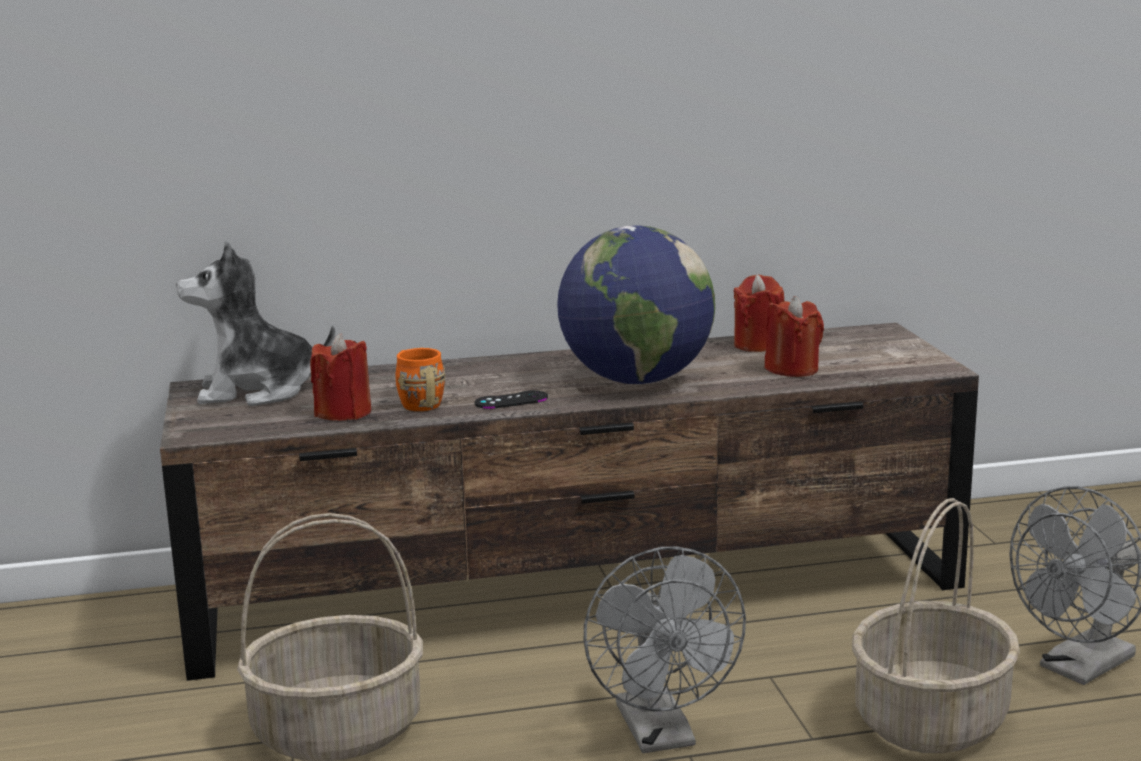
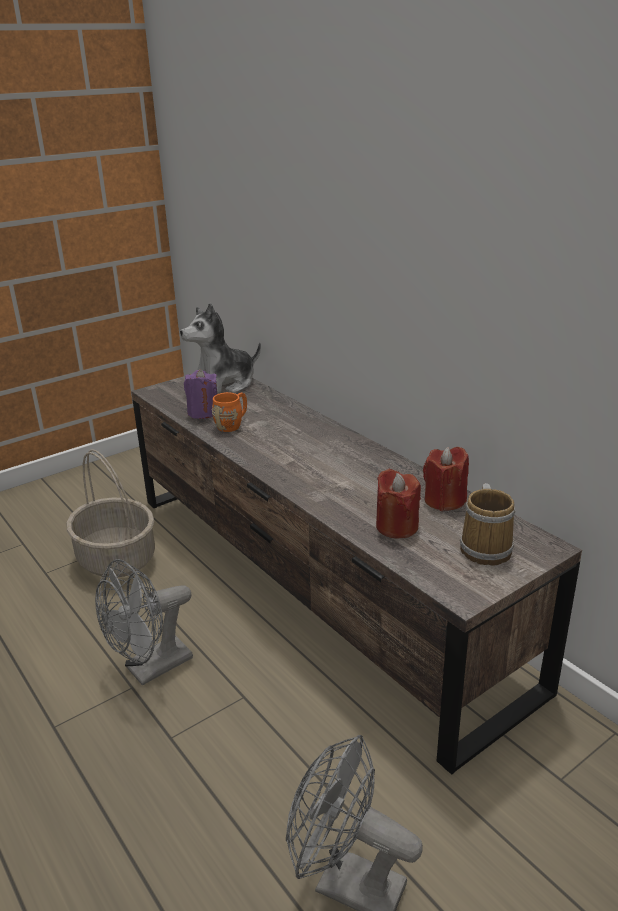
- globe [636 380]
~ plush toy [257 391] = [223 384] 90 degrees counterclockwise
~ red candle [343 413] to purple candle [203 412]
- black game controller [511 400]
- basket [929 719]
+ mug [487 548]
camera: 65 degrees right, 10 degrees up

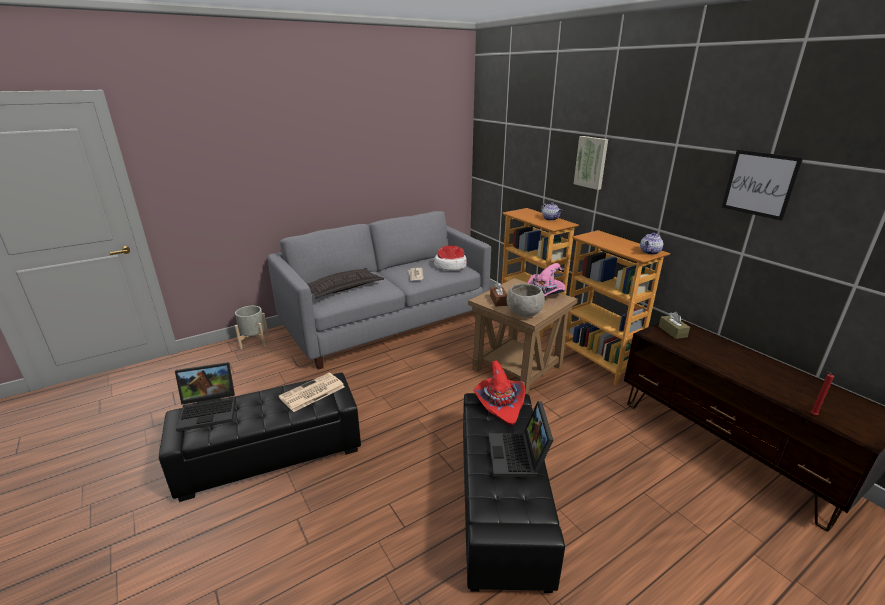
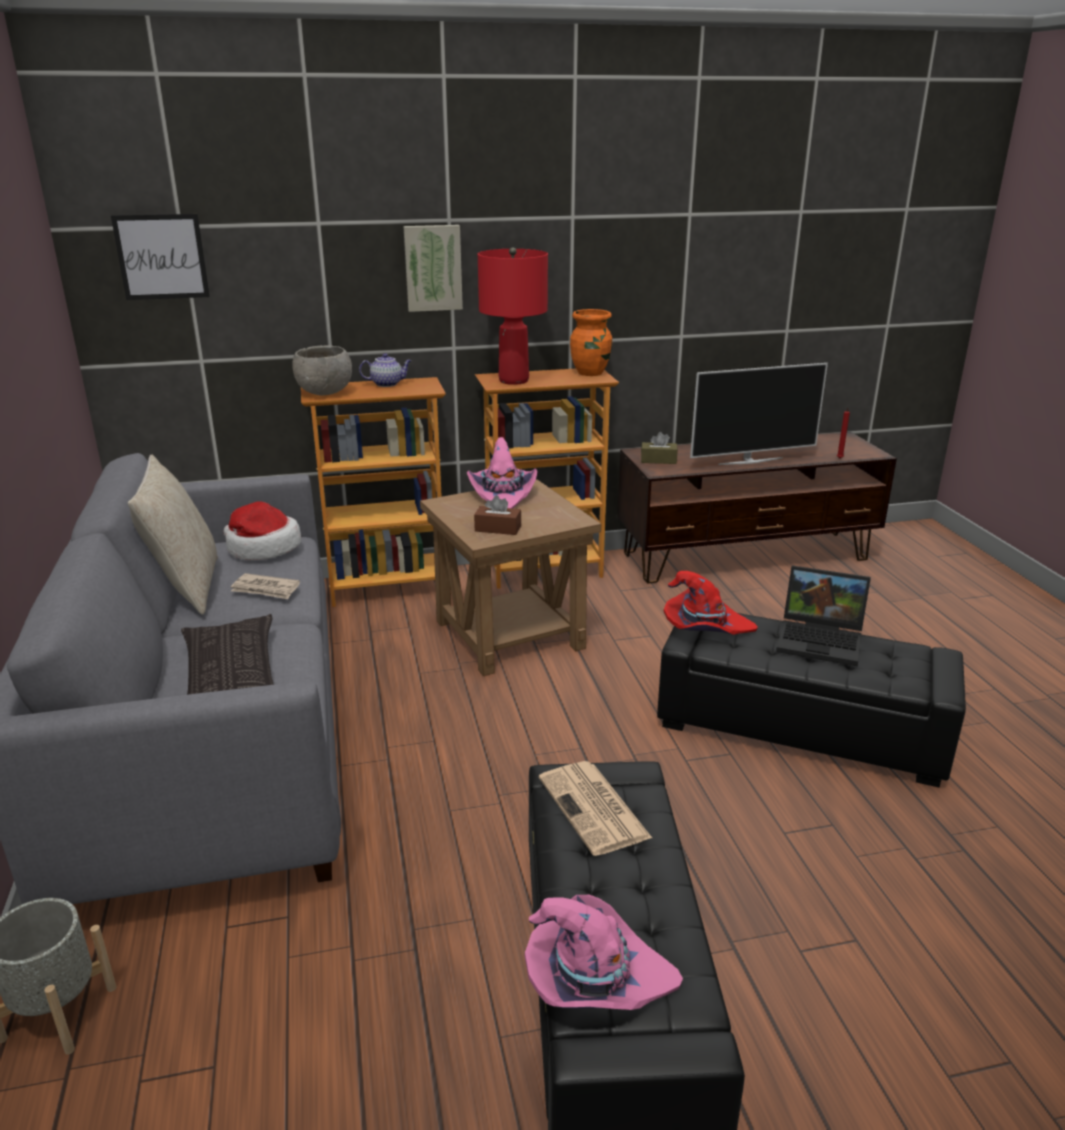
~ picture [759 184] to [161 257]
~ teapot [650 252] to orange vase [591 373]
~ grey bowl [524 313] to [324 393]
~ laptop [210 410] to pink hat [595 978]
+ red table lamp [513 381]
+ television [750 461]
+ beige pillow [186 587]
camera: 70 degrees left, 0 degrees up

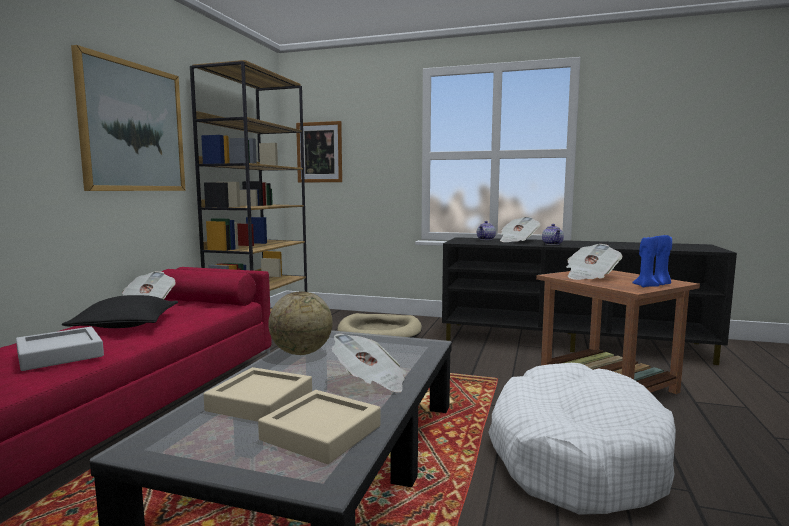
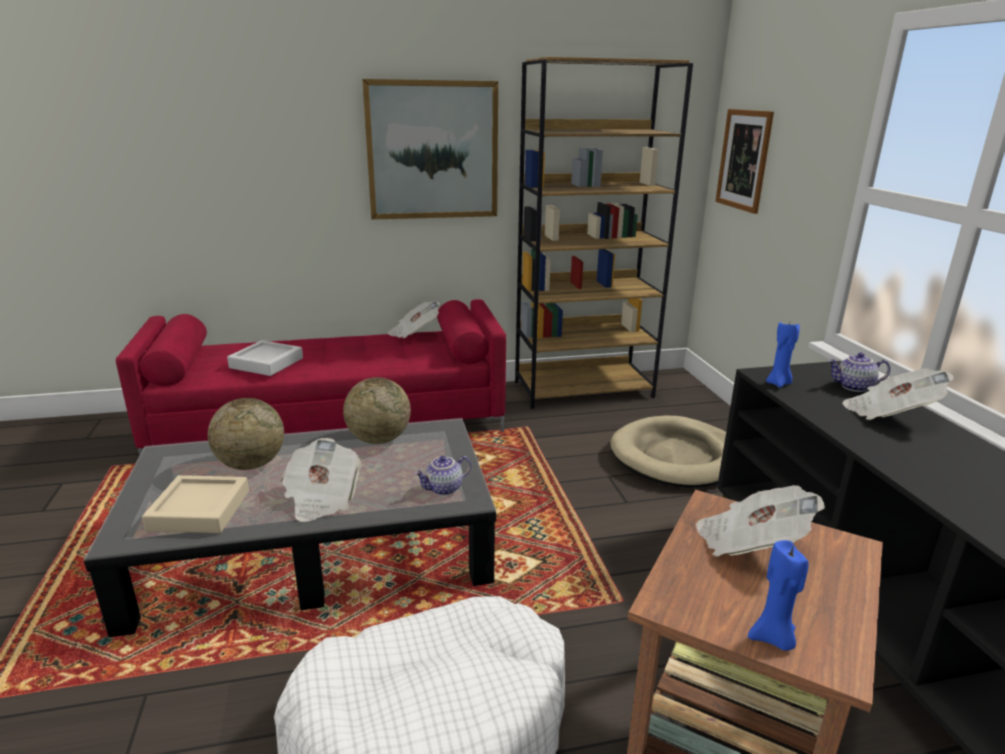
~ teapot [553 244] to [444 489]
~ blue candle [645 286] to [779 383]
- black pillow [126 325]
~ beige tray [260 402] to globe [251 464]
camera: 60 degrees right, 15 degrees up

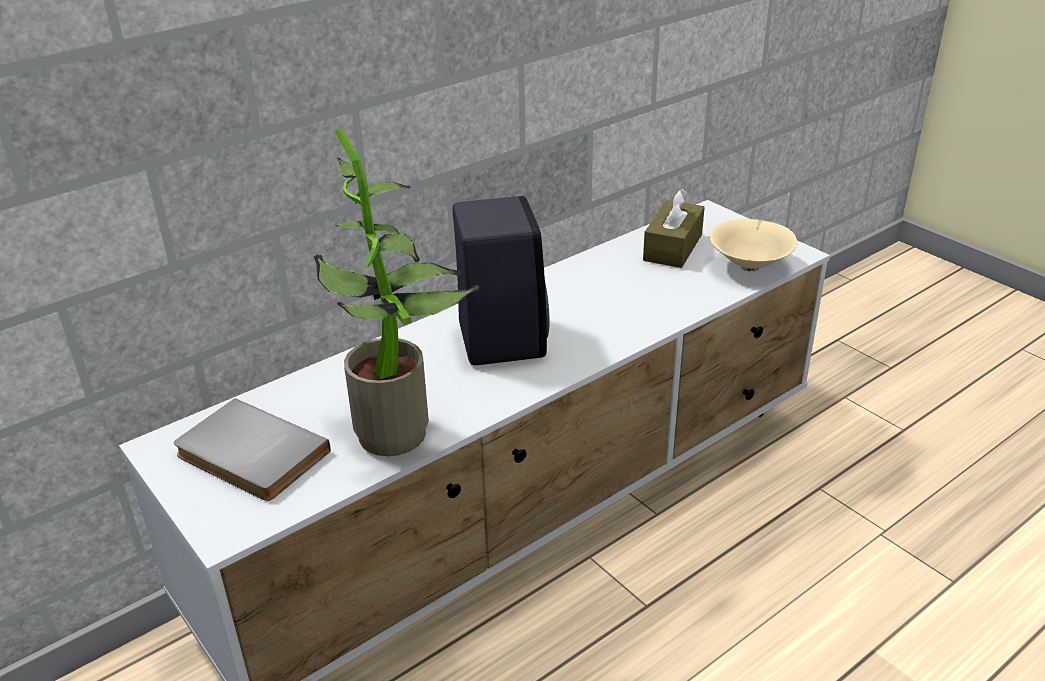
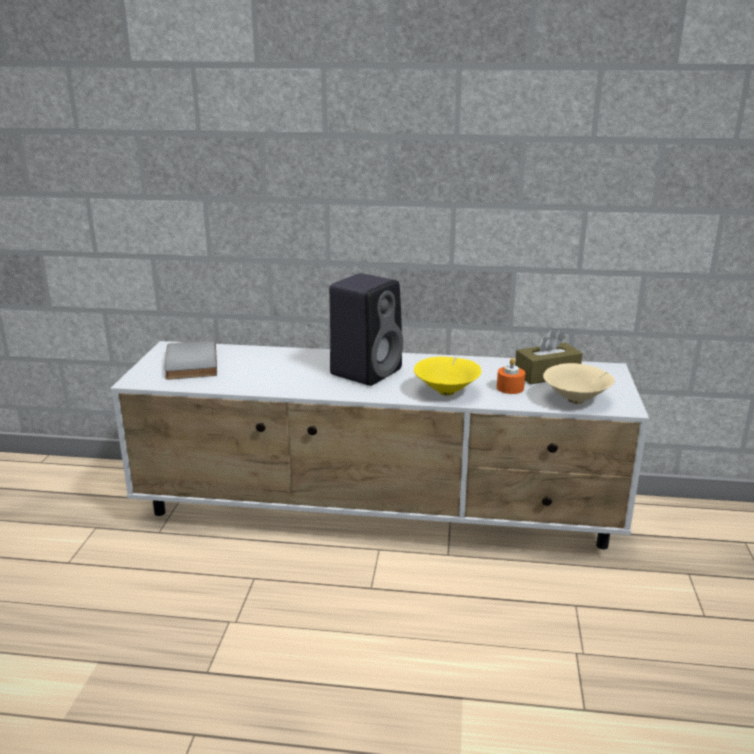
- potted plant [403 431]
+ yellow bowl [447 391]
+ orange candle [510 388]
camera: 45 degrees right, 10 degrees down

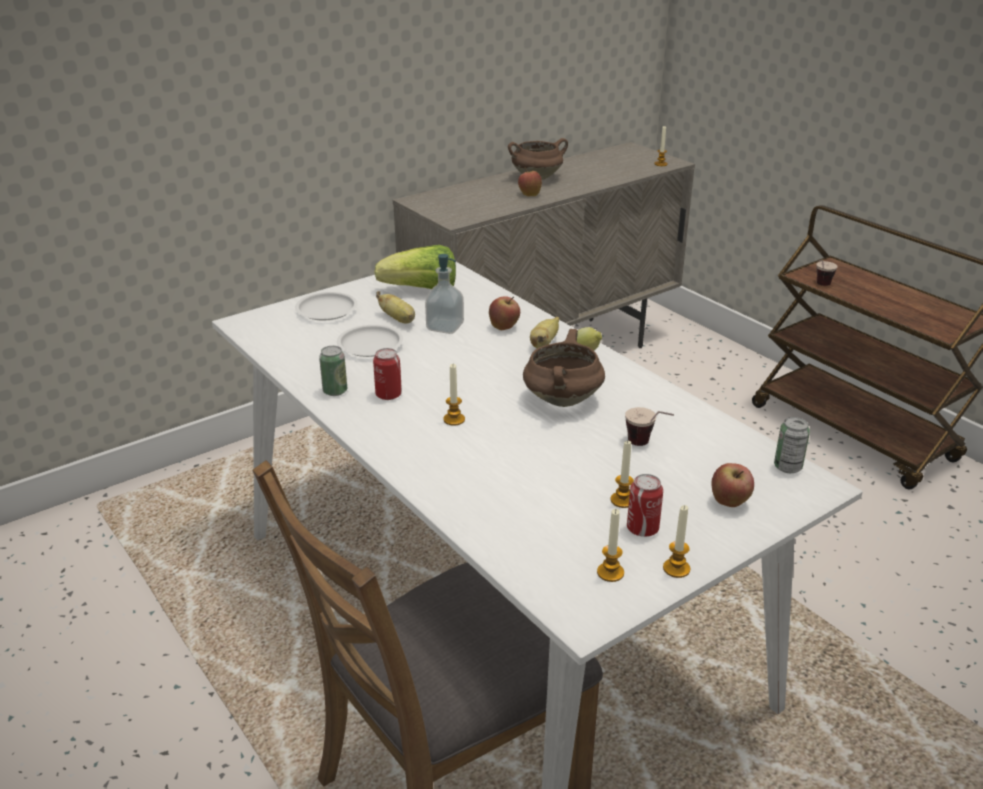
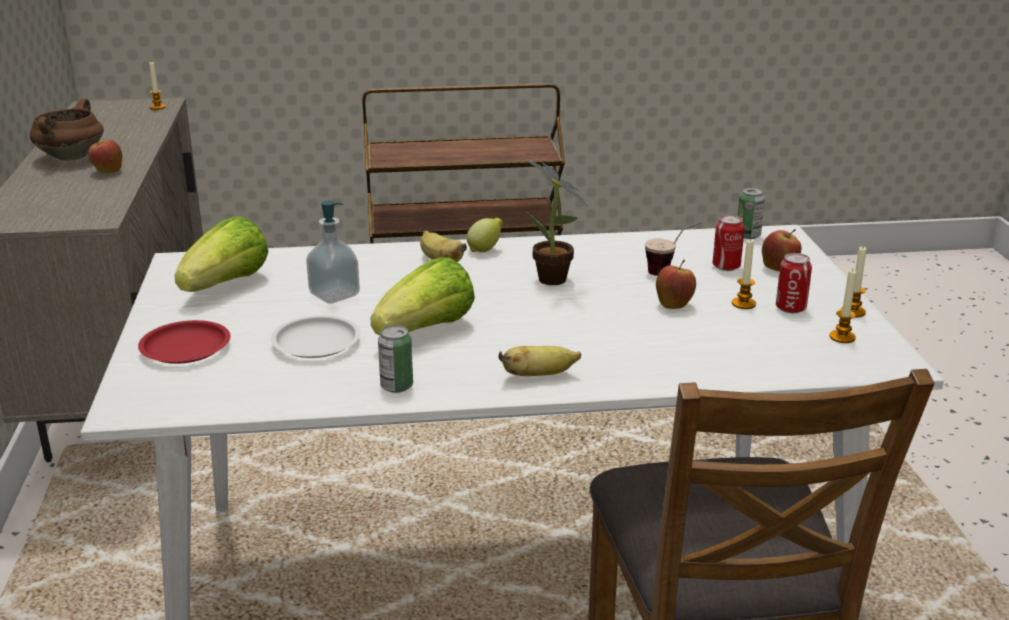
- cup [820 286]
~ banana [398 320] to [539 375]
~ white plate [326 311] to red plate [186 348]
~ apple [504 327] to [674 305]
~ brown cooking pot [561 399] to potted plant [554 281]
~ can [388 395] to [726 266]
- candle [454 419]
+ lettuce [426 330]
camera: 60 degrees left, 5 degrees down

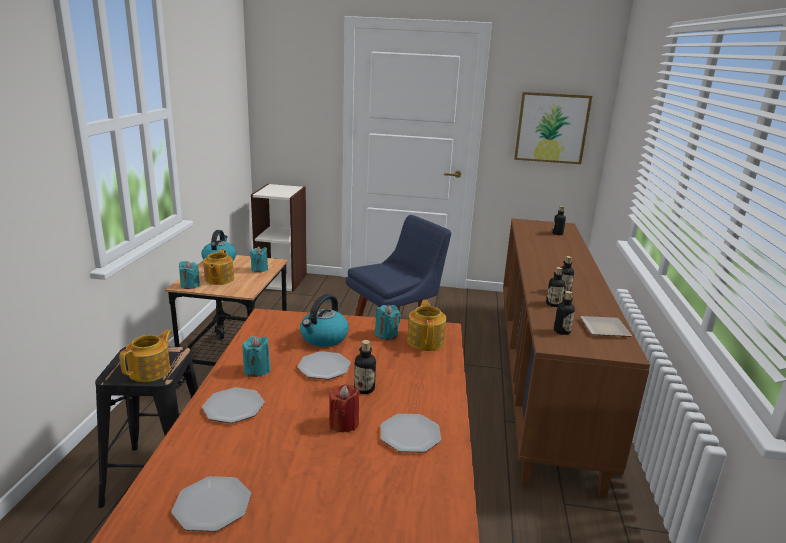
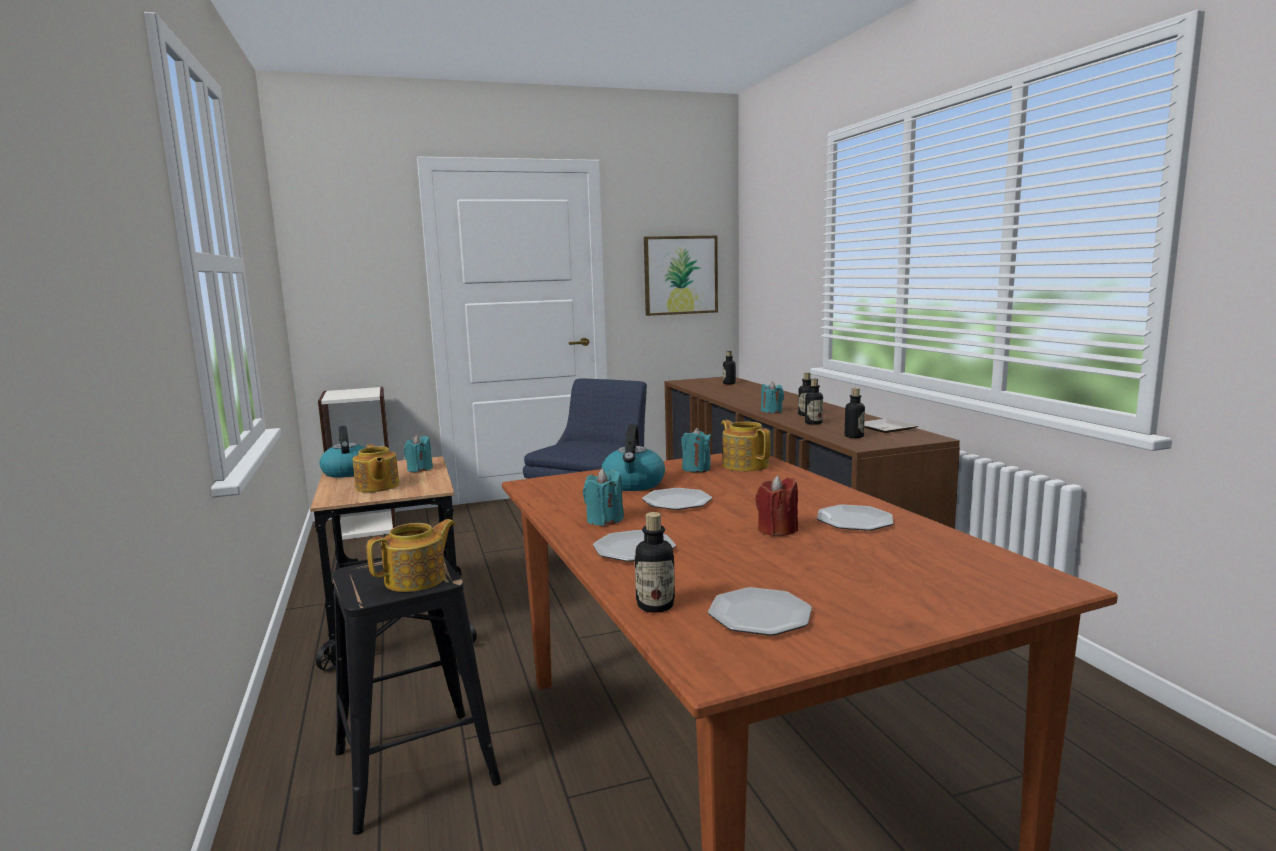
~ turquoise candle [190 285] to [771 411]
~ teapot [151 371] = [417 579] 45 degrees clockwise
~ bottle [364 389] to [655 605]
camera: 25 degrees left, 10 degrees down

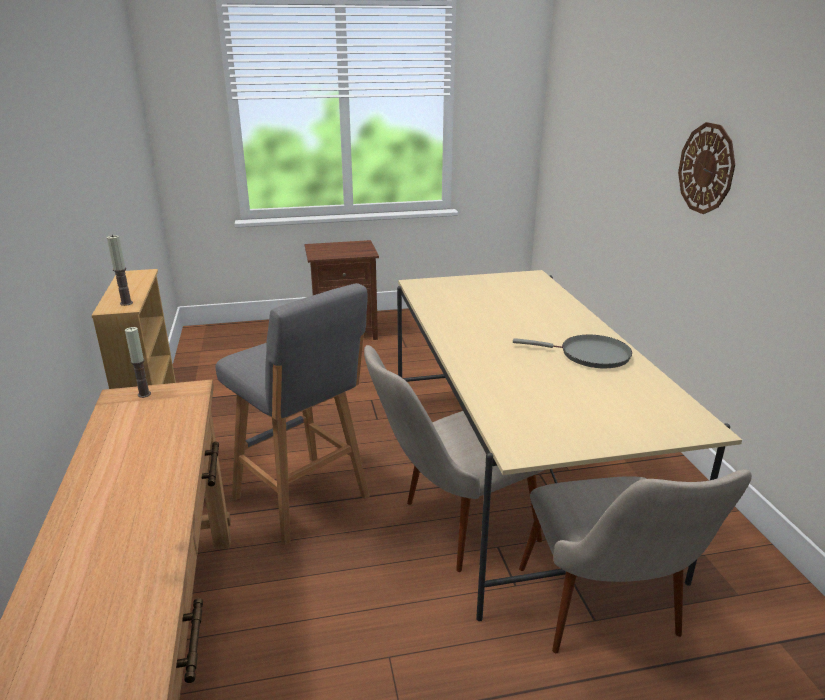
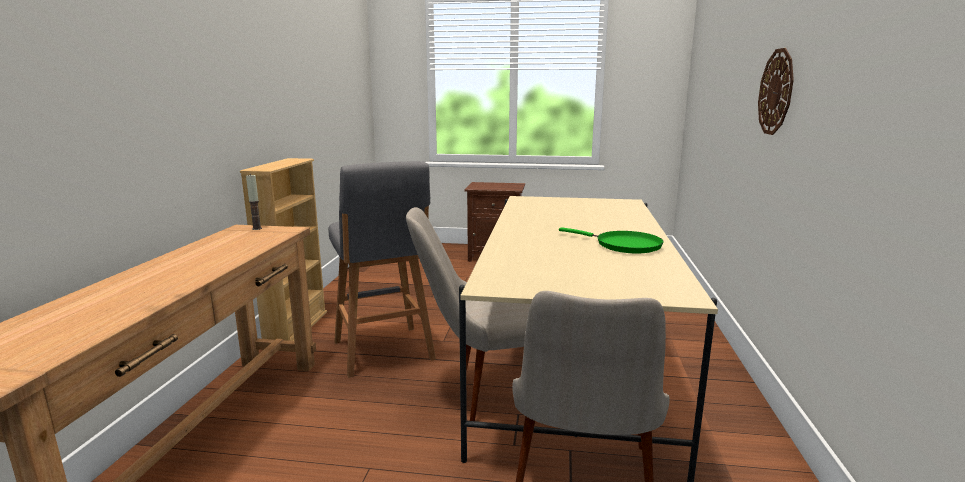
- candle [126 303]
~ grey frying pan [590 355] to green frying pan [624 245]
camera: 20 degrees right, 10 degrees down

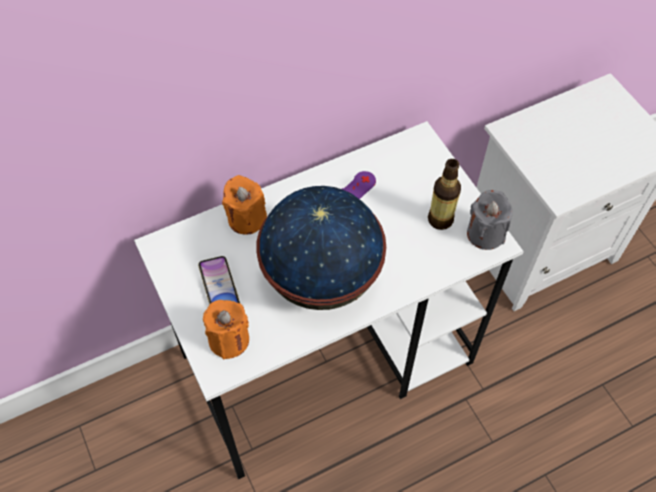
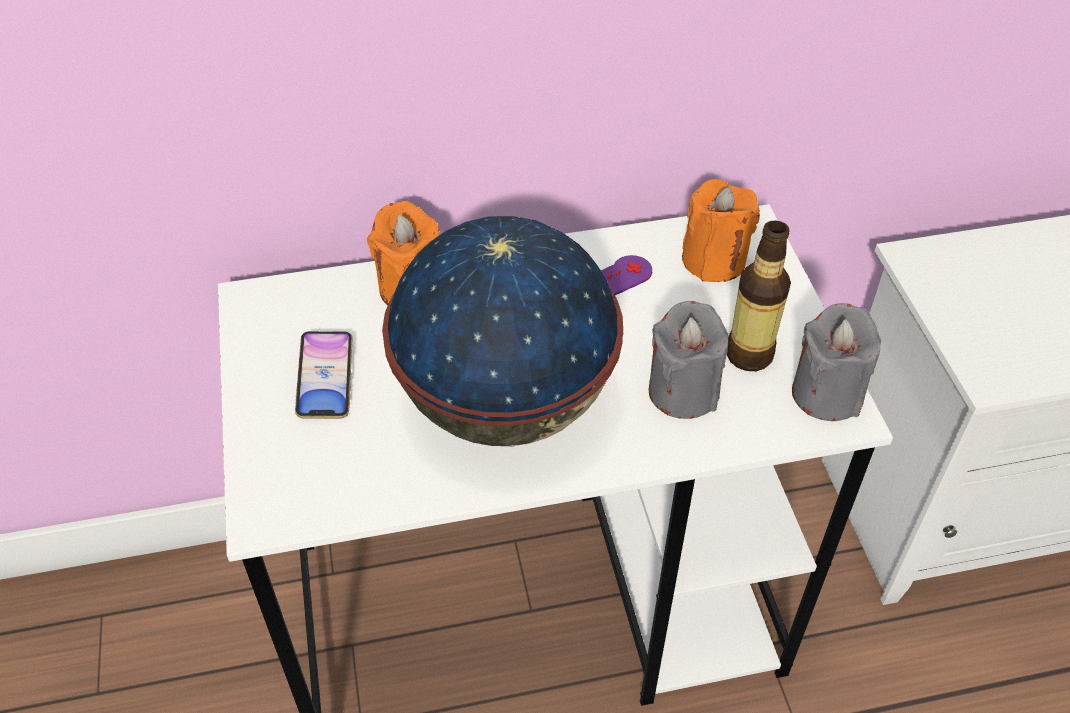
~ orange candle [229 339] to [714 260]
+ grey candle [683 391]
camera: 15 degrees right, 10 degrees down

